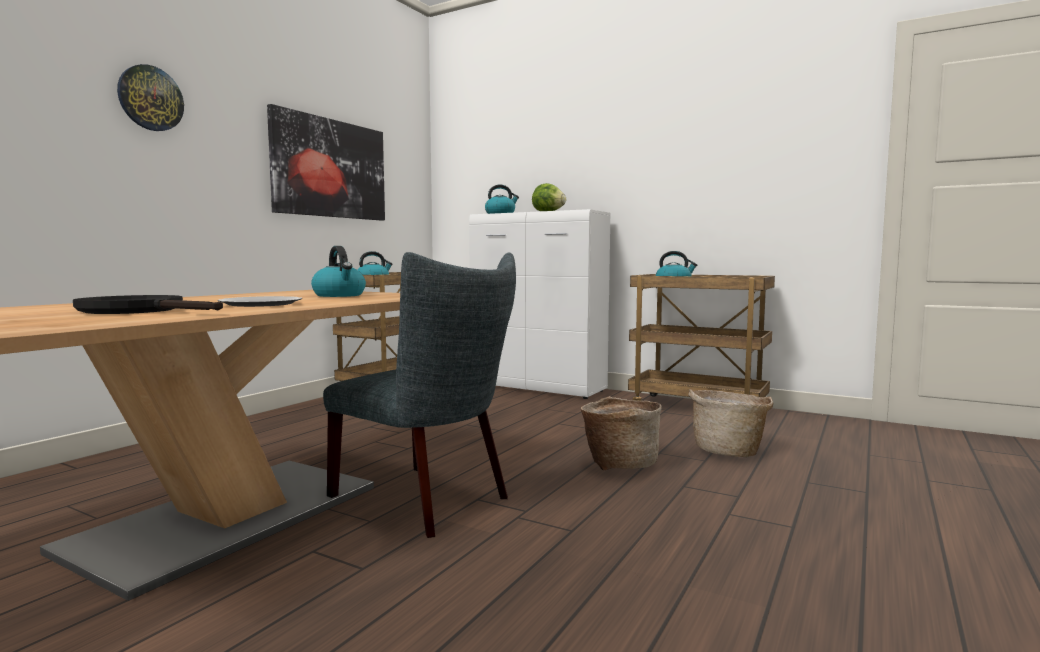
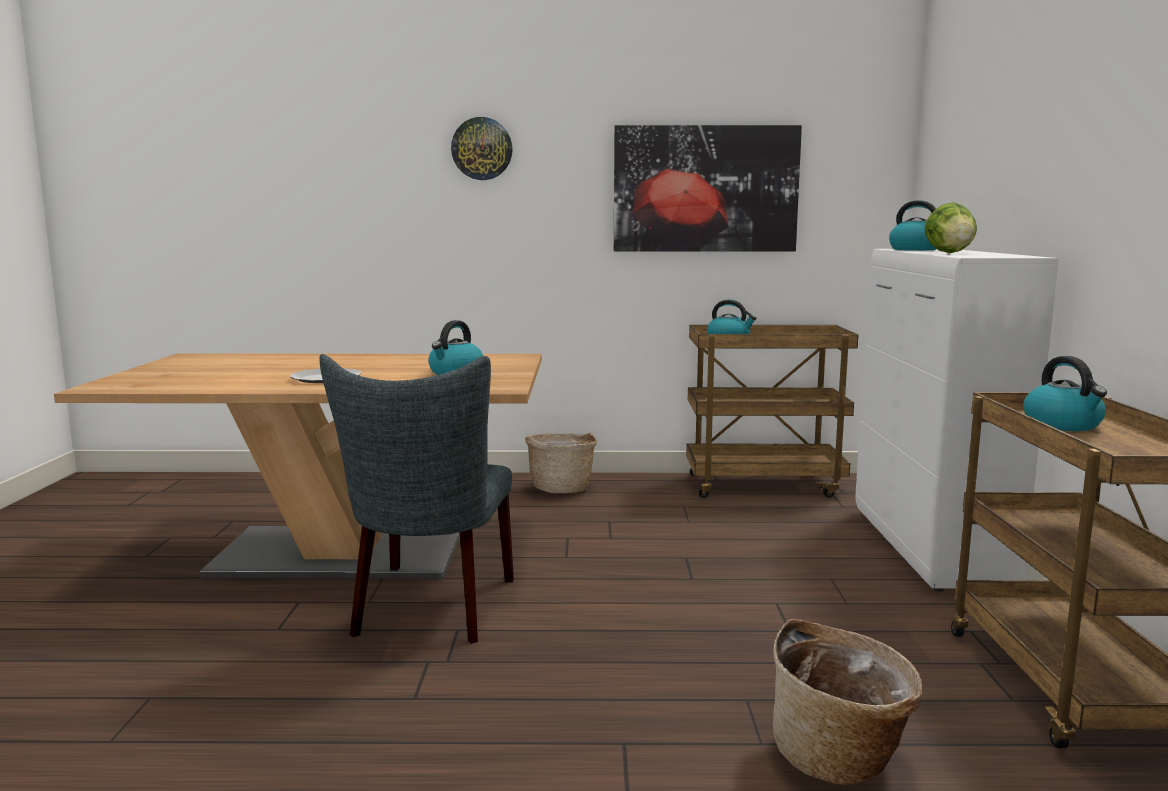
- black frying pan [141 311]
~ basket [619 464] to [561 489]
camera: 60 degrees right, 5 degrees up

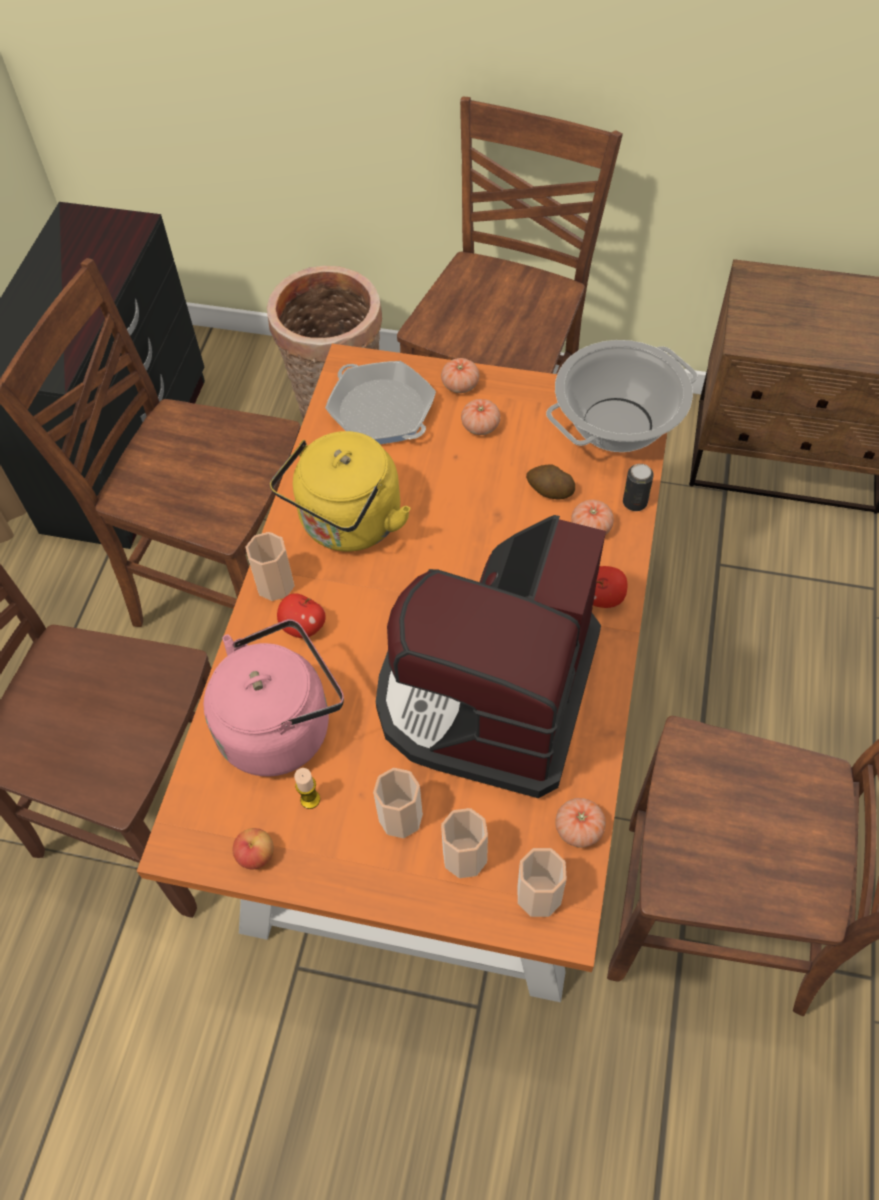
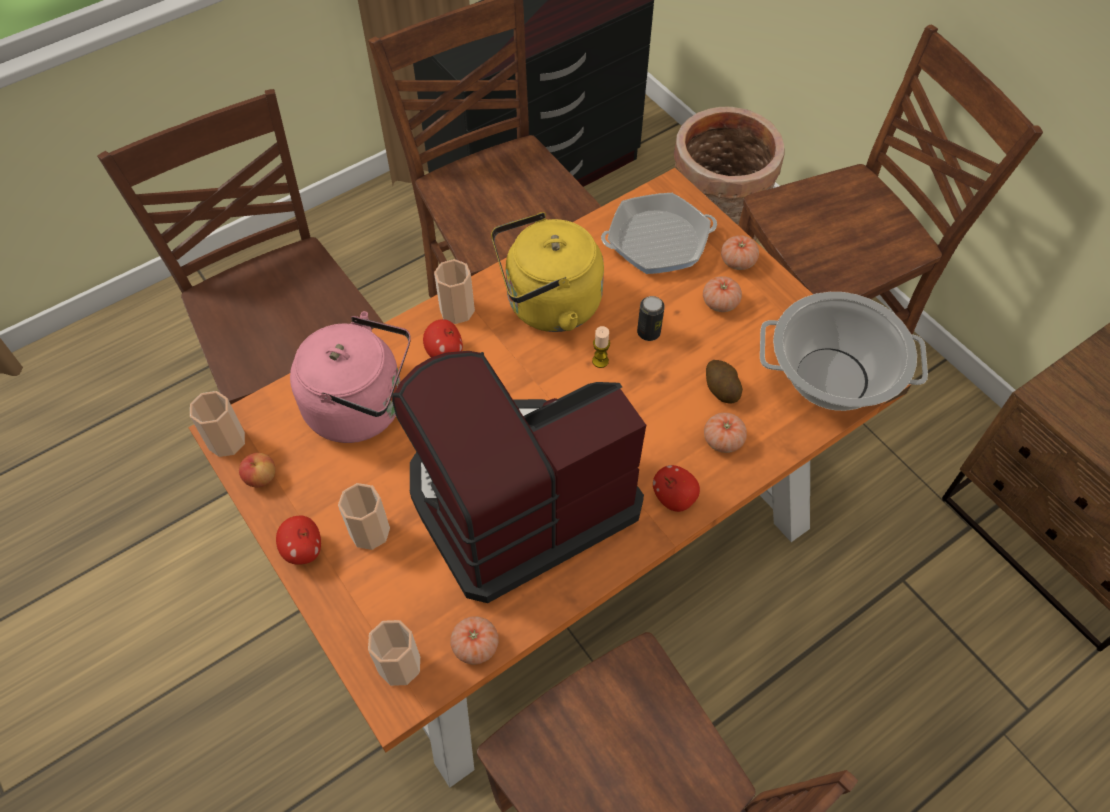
~ frying pan [381 411] = [658 241] 105 degrees counterclockwise
~ can [634 502] to [648 332]
~ candle [310 799] to [600 361]
~ cup [464 857] to [226 441]
+ apple [303 549]
camera: 40 degrees right, 0 degrees up

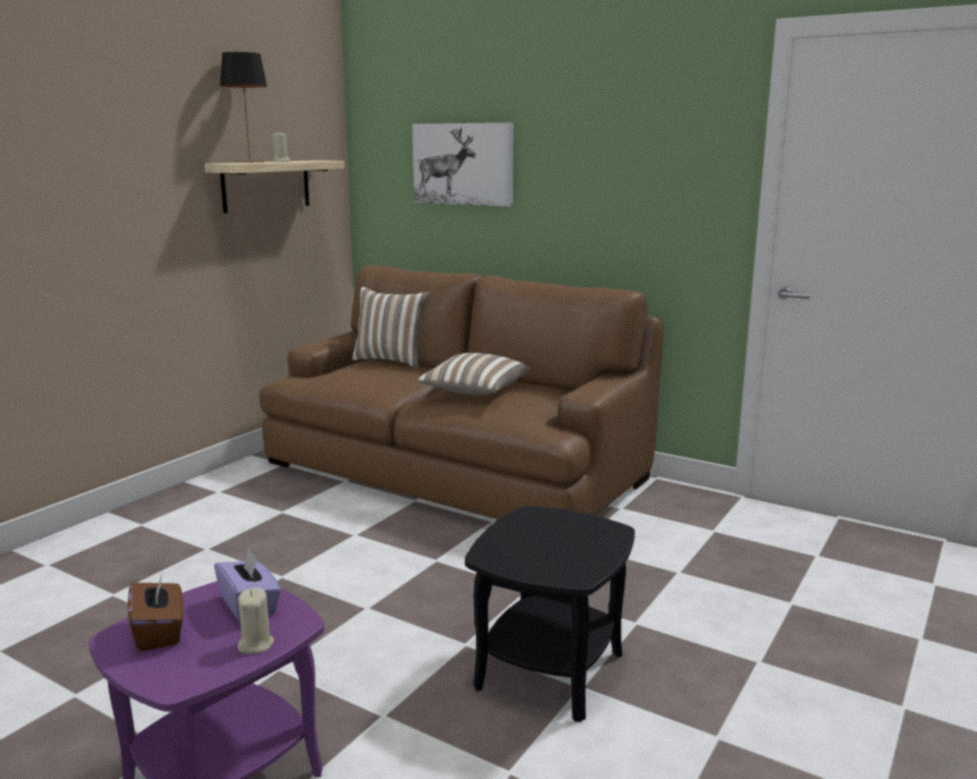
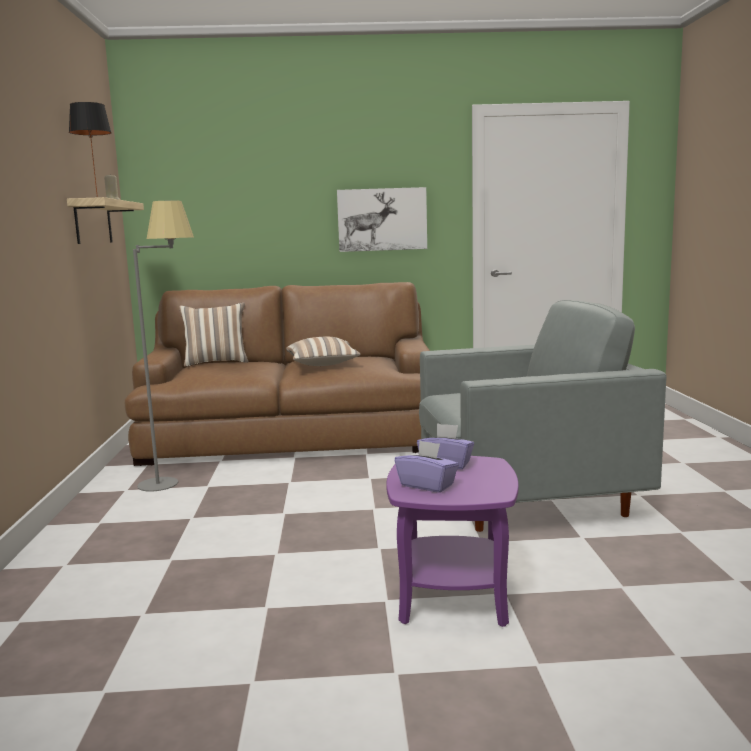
~ picture [463 164] to [382 219]
~ black side table [549 672] to grey armchair [526 499]
~ brown tissue box [159 632] to purple tissue box [427 485]
- beige candle [255 644]
+ grey floor lamp [176 480]
camera: 35 degrees left, 5 degrees down

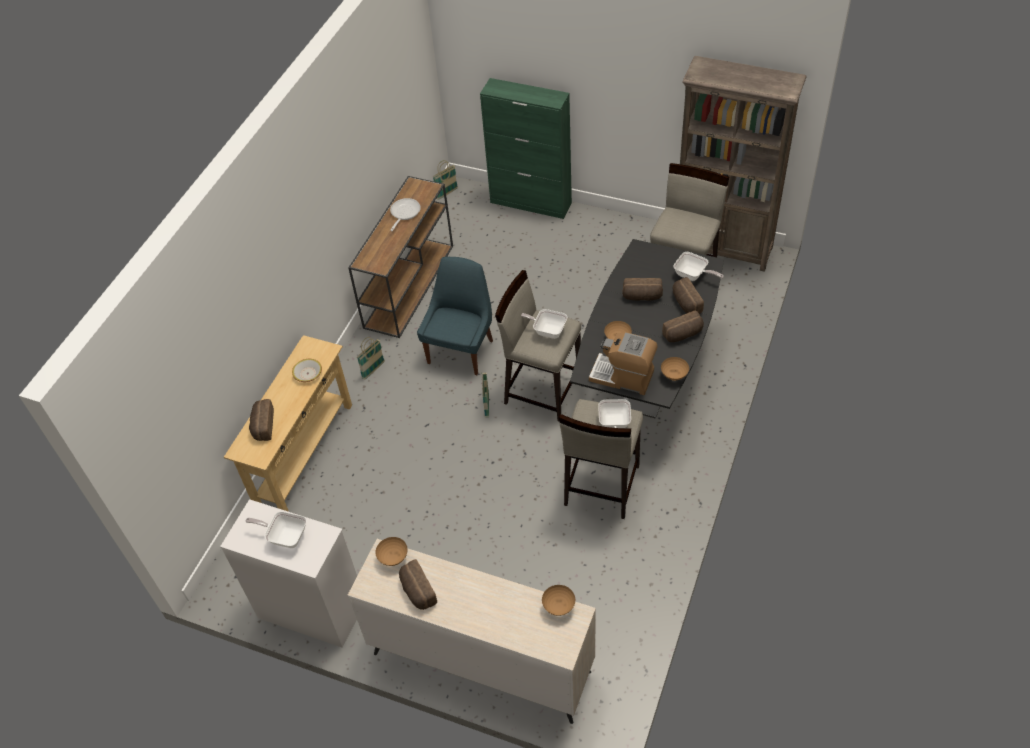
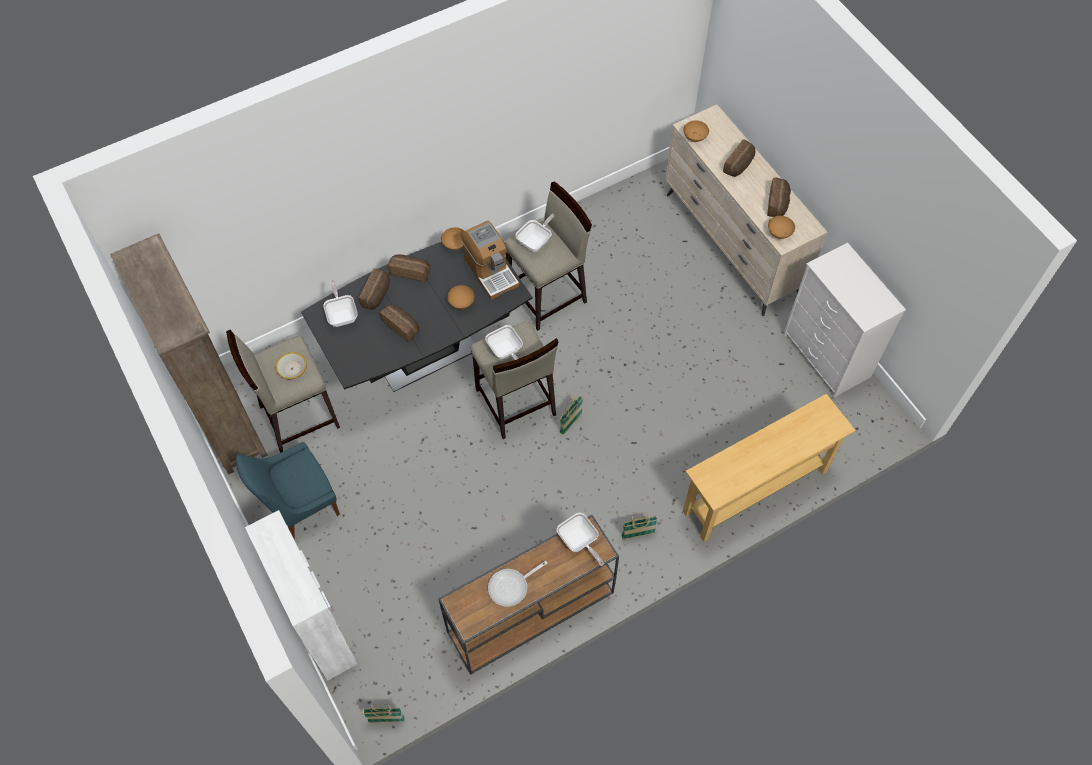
~ green cabinet [531 203] to white cabinet [320 627]
~ blue chair [461 350] to [299 506]
~ bowl [308 373] to [292 369]
~ bread [262 426] to [739 165]
~ frying pan [285 536] to [579 542]
camera: 145 degrees left, 10 degrees up

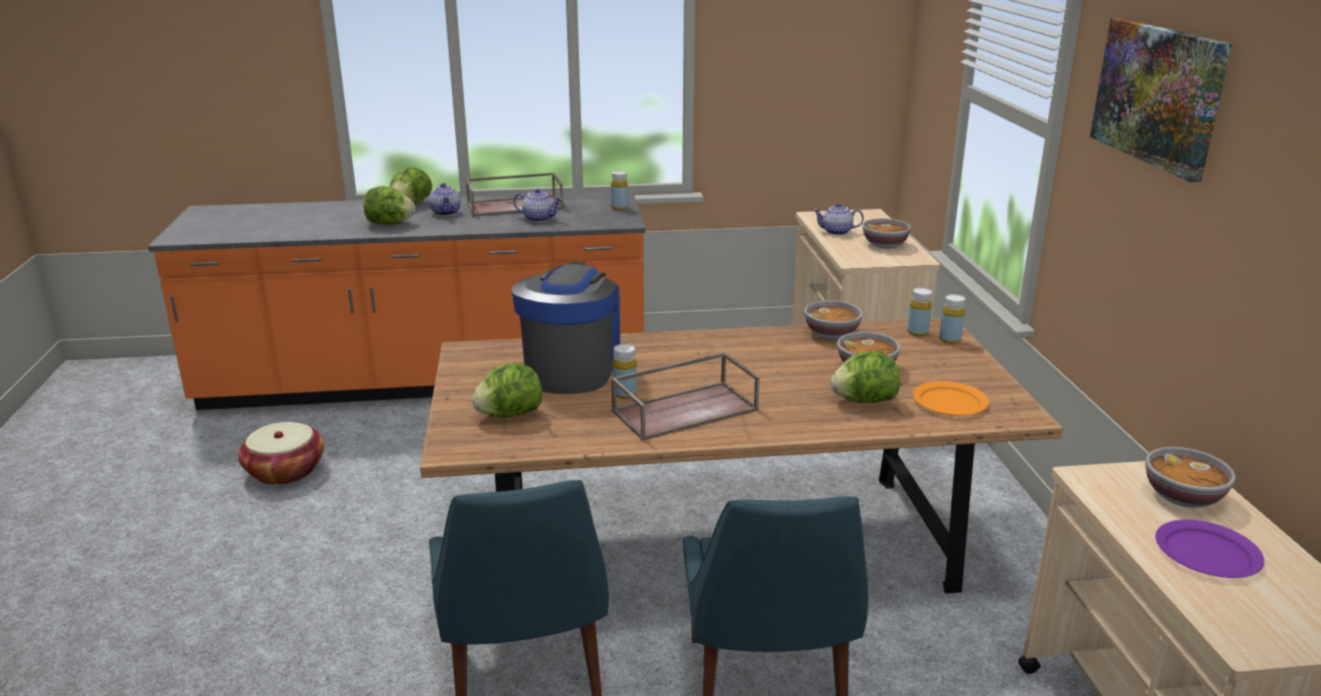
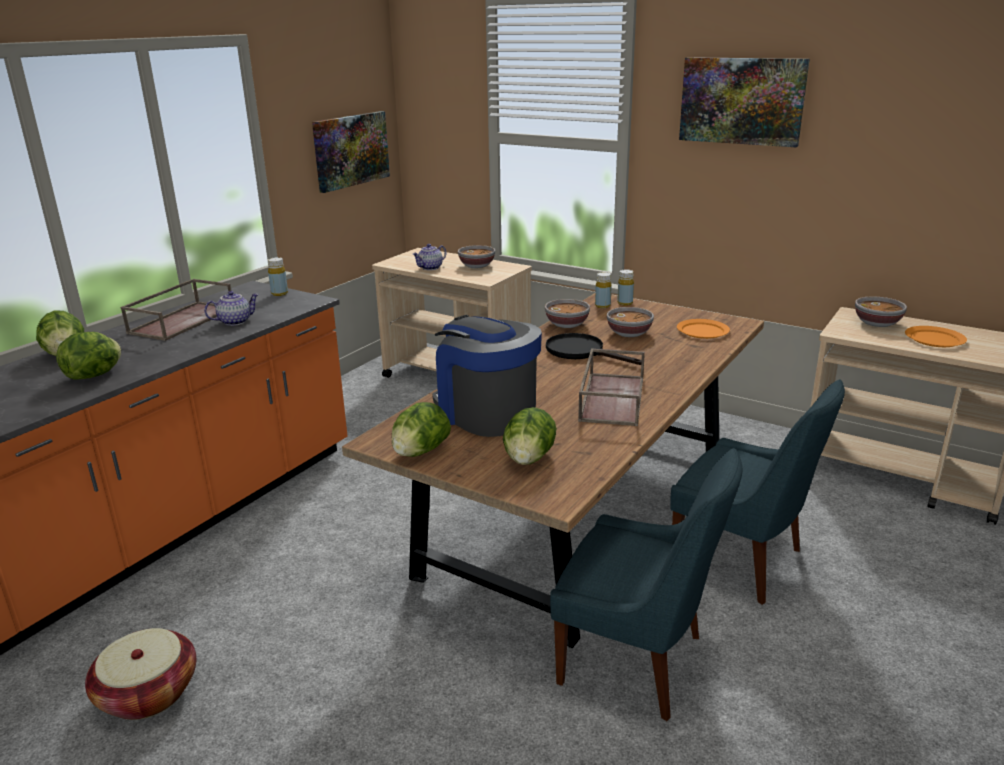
- teapot [446 213]
- yellow bottle [625 394]
~ lettuce [864 401] to [420 452]
~ purple plate [1207 552] to orange plate [934 339]
+ picture [351 150]
+ black frying pan [582 352]
camera: 50 degrees left, 0 degrees up

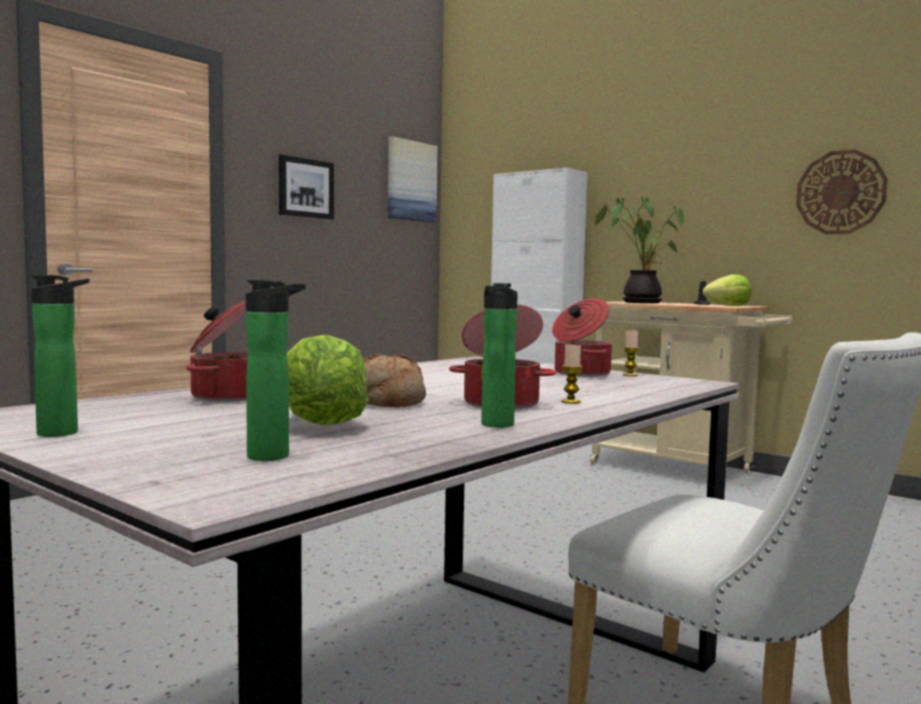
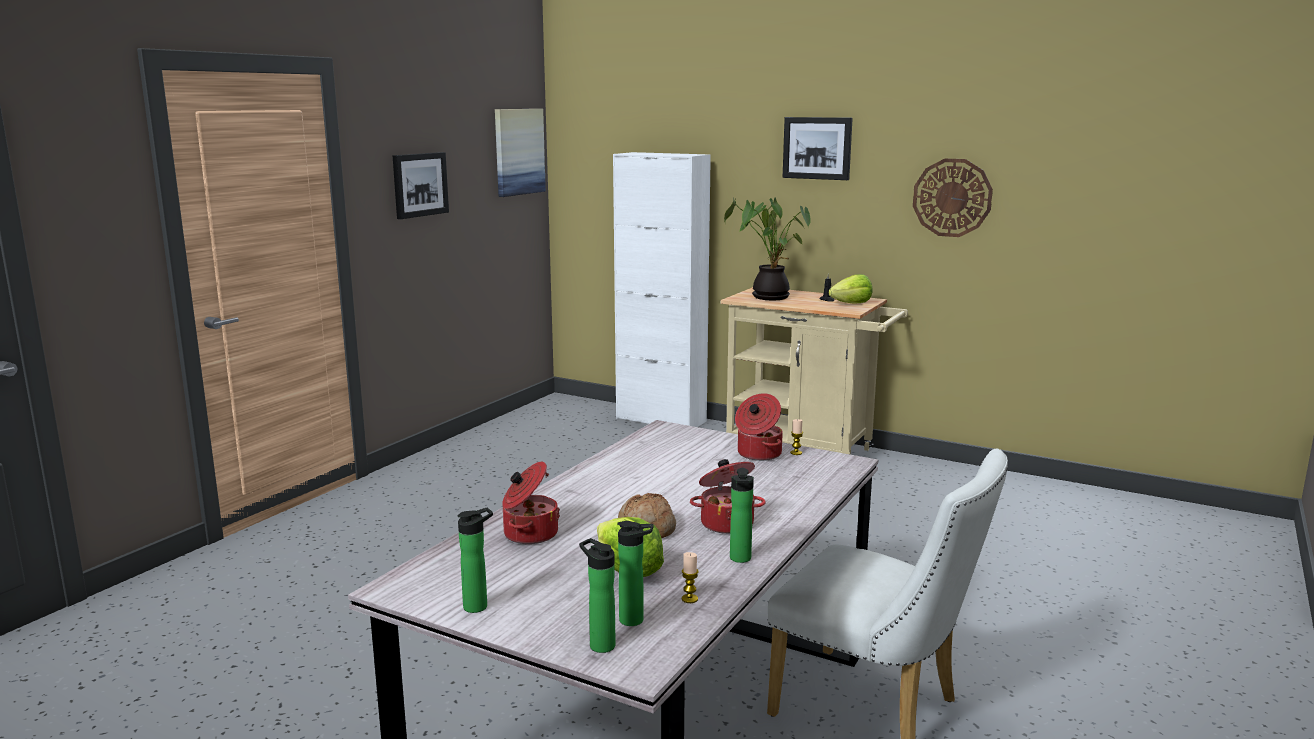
~ candle [571 402] to [689 599]
+ picture [817 148]
+ bottle [599 644]
camera: 10 degrees left, 10 degrees up

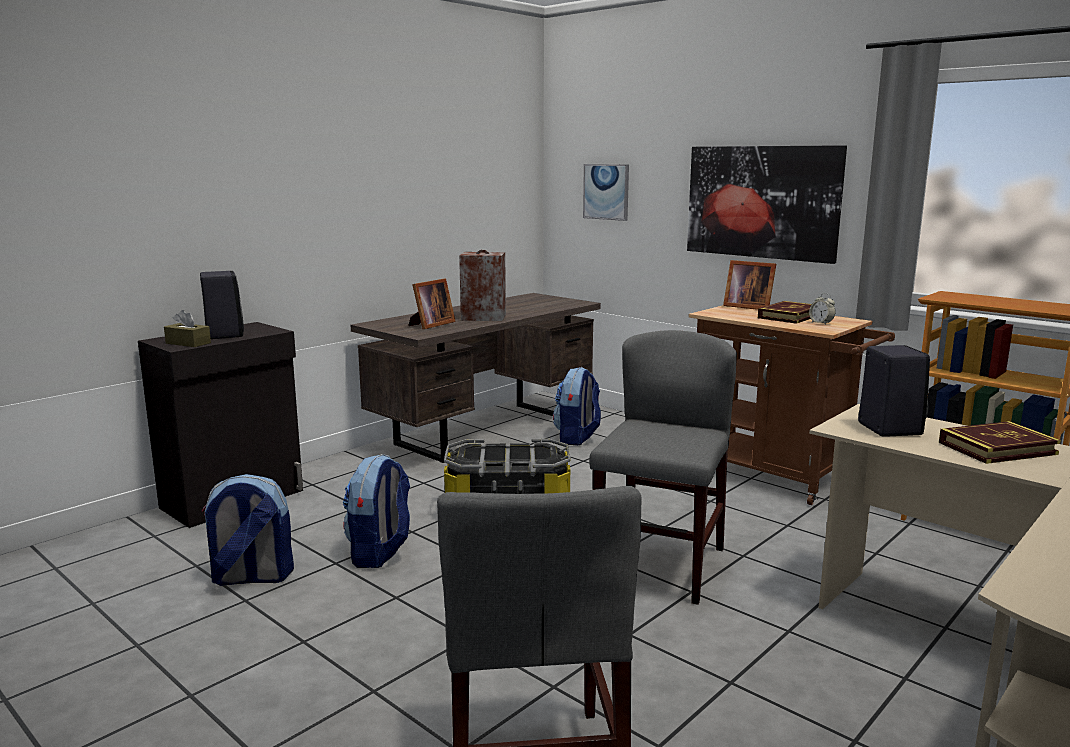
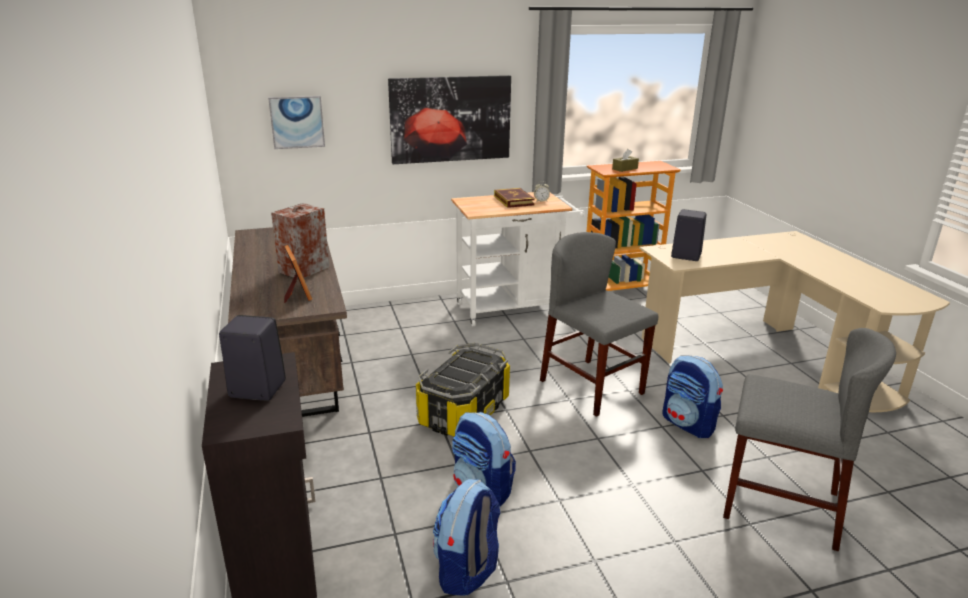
- picture frame [747 307]
~ brown cart [777 478] to white cart [514 308]
~ brown tissue box [188 343] to [625 169]
~ backpack [577 438] to [688 424]
- book [997 448]
camera: 60 degrees left, 10 degrees up

